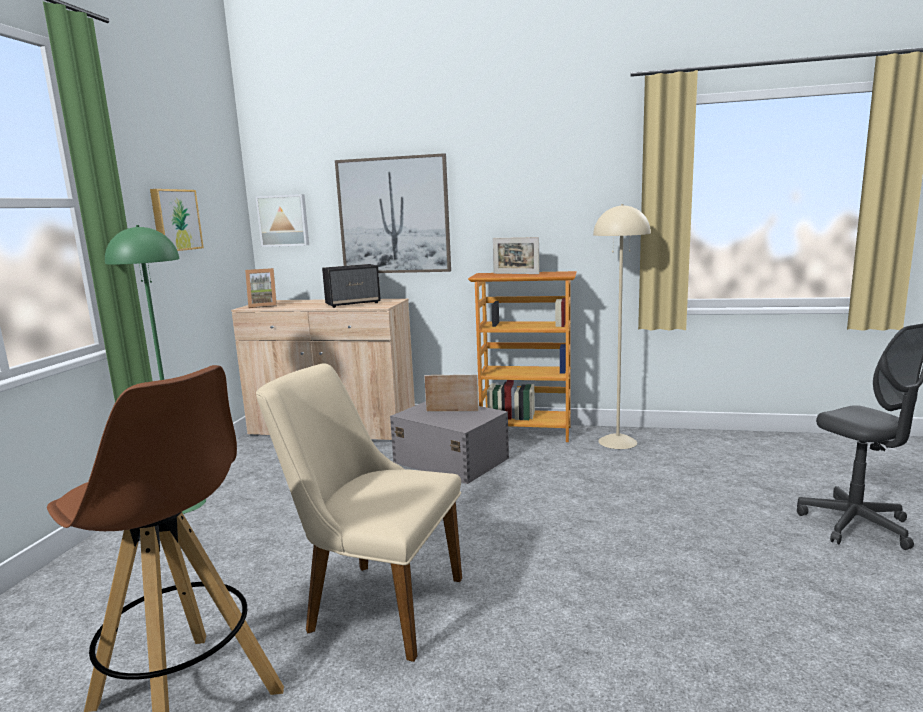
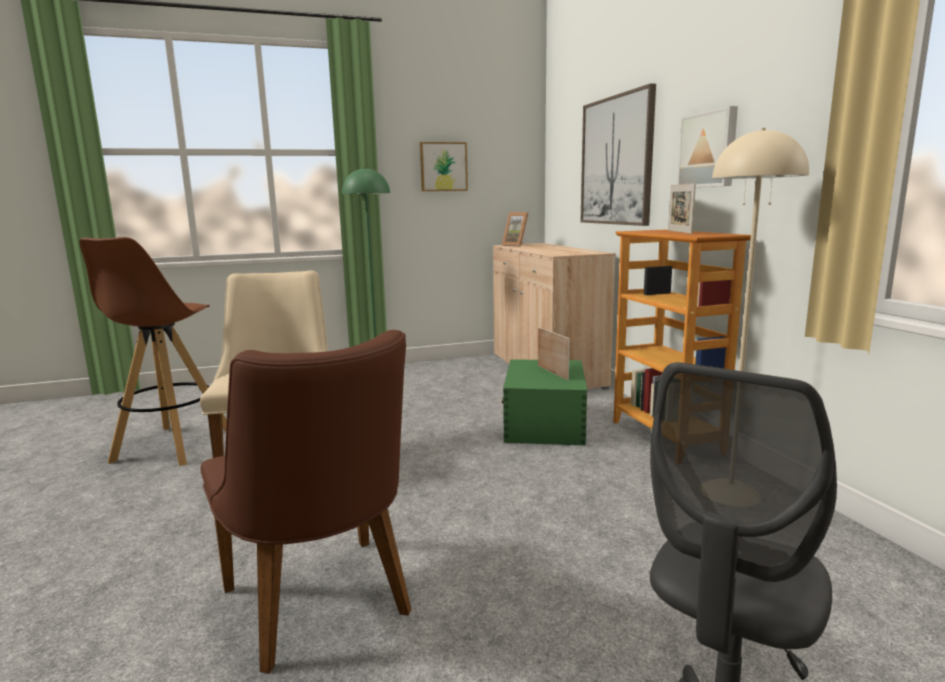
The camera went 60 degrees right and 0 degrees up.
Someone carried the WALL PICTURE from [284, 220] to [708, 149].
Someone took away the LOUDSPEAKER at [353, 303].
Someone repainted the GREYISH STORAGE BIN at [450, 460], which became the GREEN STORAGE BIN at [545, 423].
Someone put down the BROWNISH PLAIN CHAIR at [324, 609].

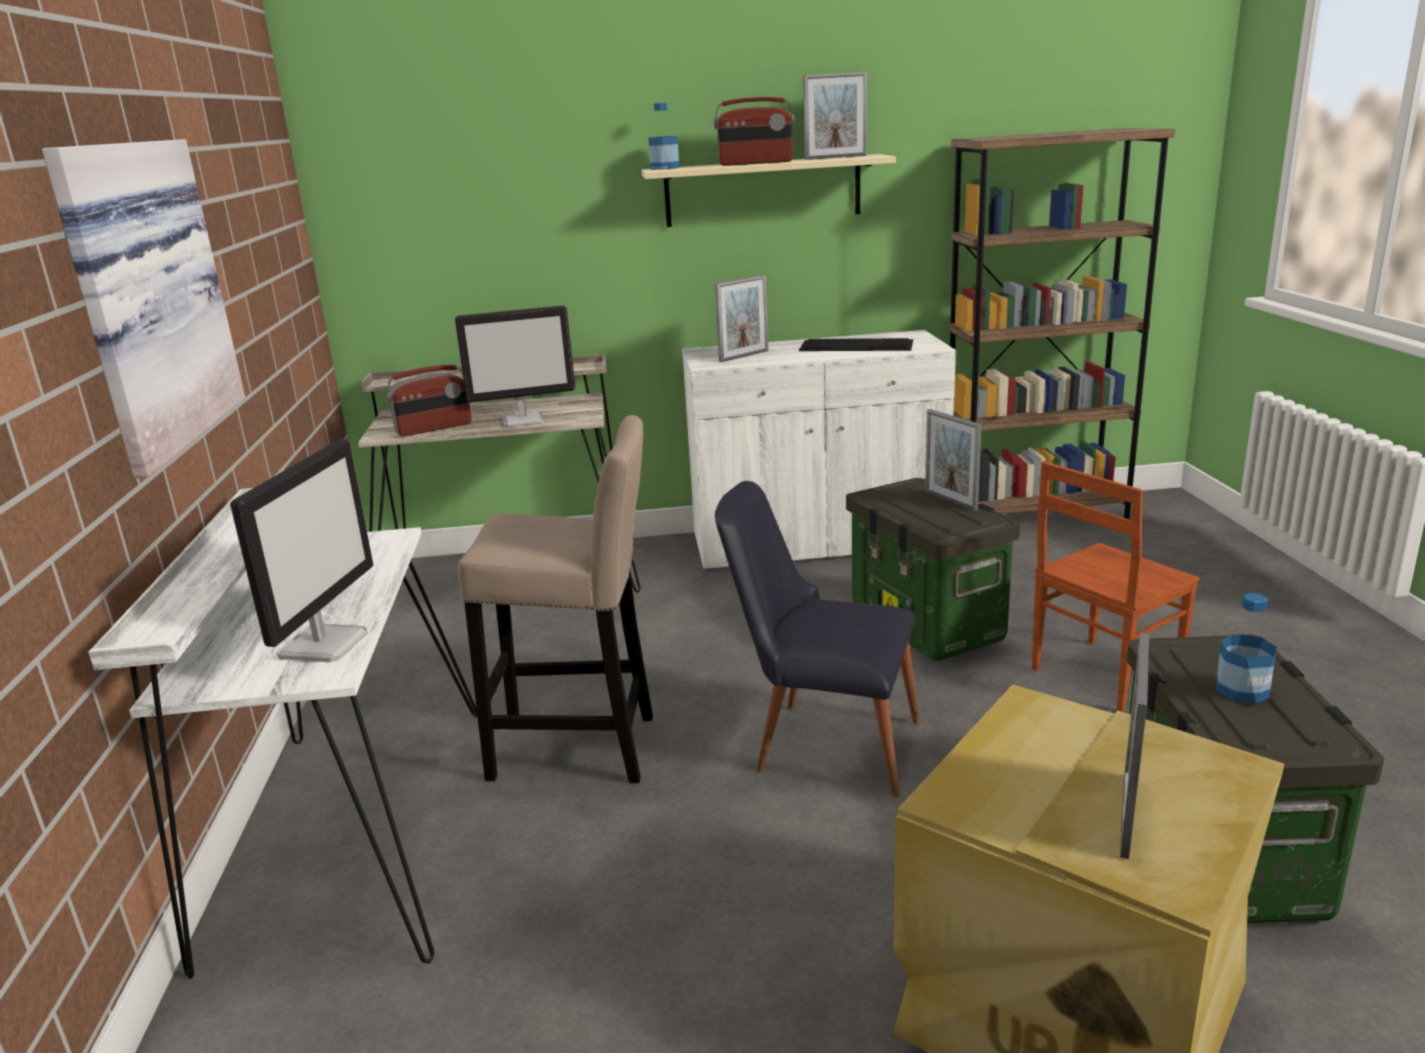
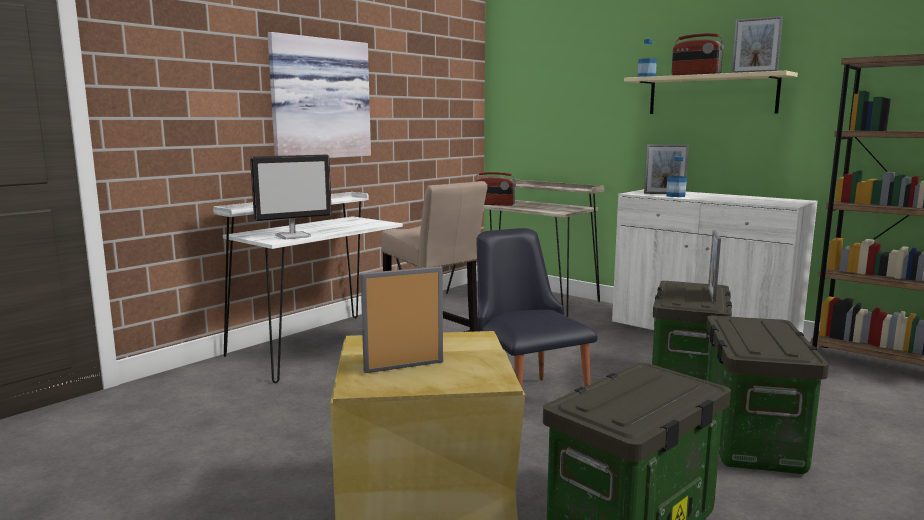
The camera went 45 degrees right and 10 degrees down.
Someone took away the MONITOR at [524, 420].
Someone took away the COMPUTER KEYBOARD at [857, 345].
Someone swapped the BROWNISH PLAIN CHAIR at [1101, 674] for the STORAGE BIN at [749, 441].
Someone carried the DRINK BOTTLE from [1242, 690] to [675, 196].

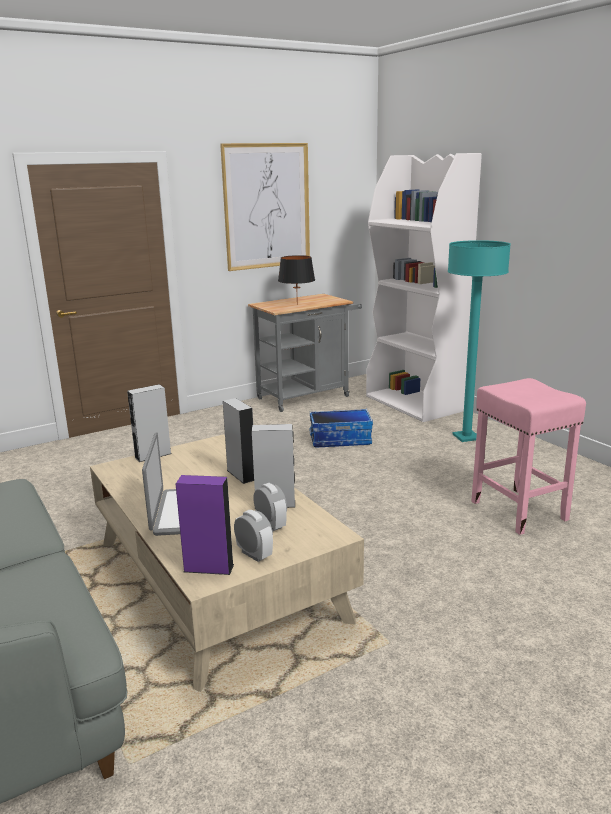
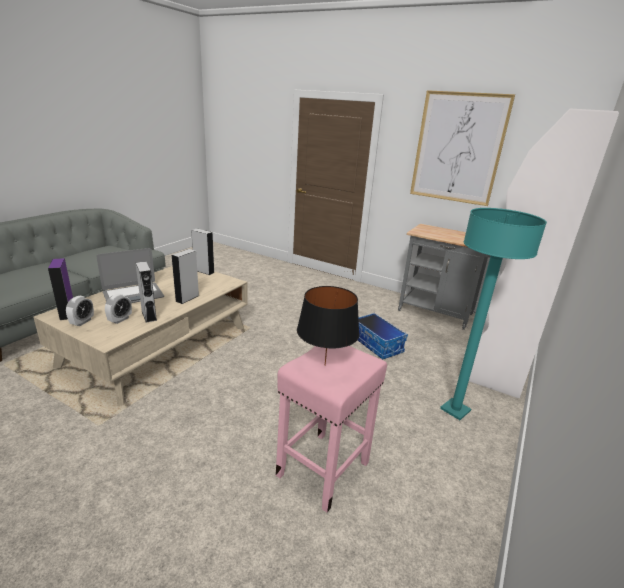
The camera went 60 degrees right and 5 degrees up.
Someone carried the BLACK-COLOURED LAMP FOR A TABLE from [297, 304] to [325, 365].

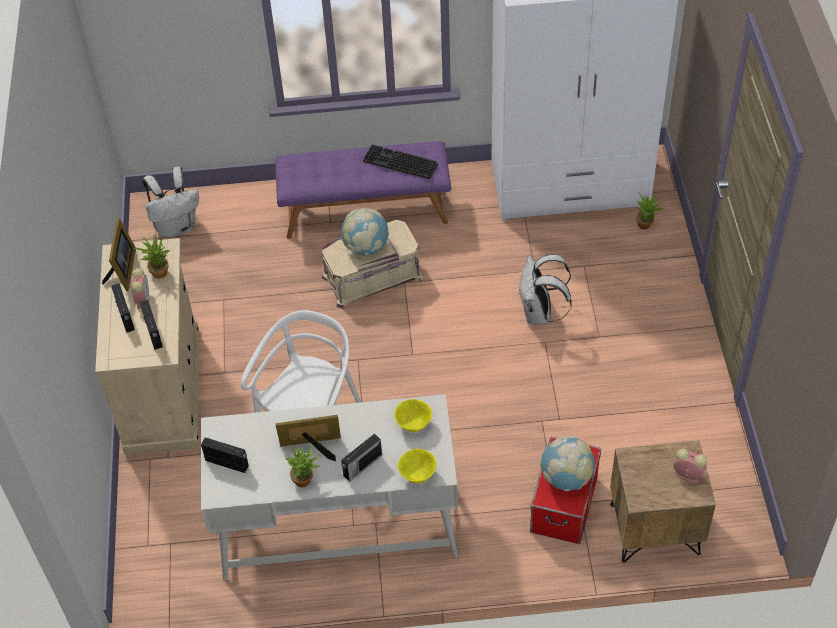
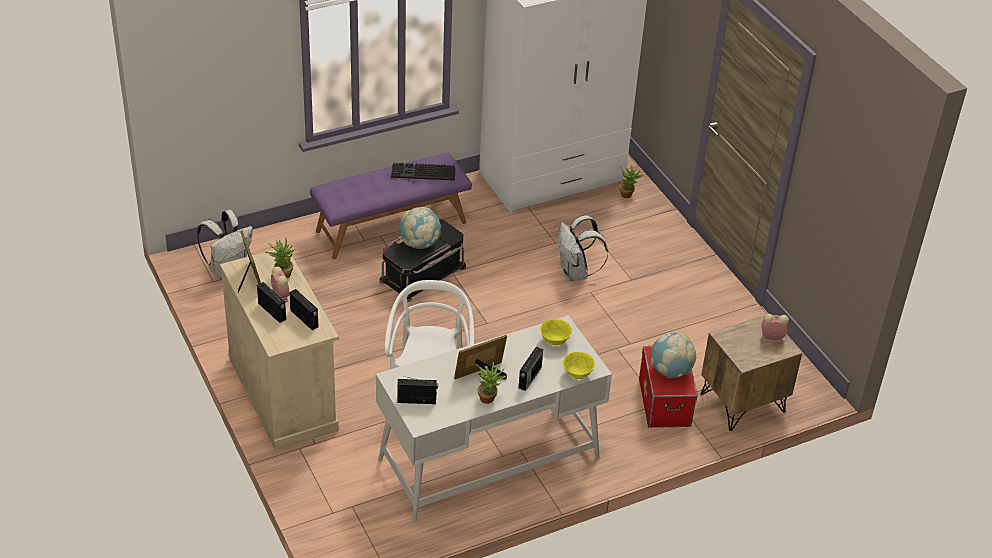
The camera went 25 degrees left and 10 degrees down.
Someone repainted the BEIGE-COLOURED STORAGE BIN at [372, 277], which became the BLACK-COLOURED STORAGE BIN at [423, 274].

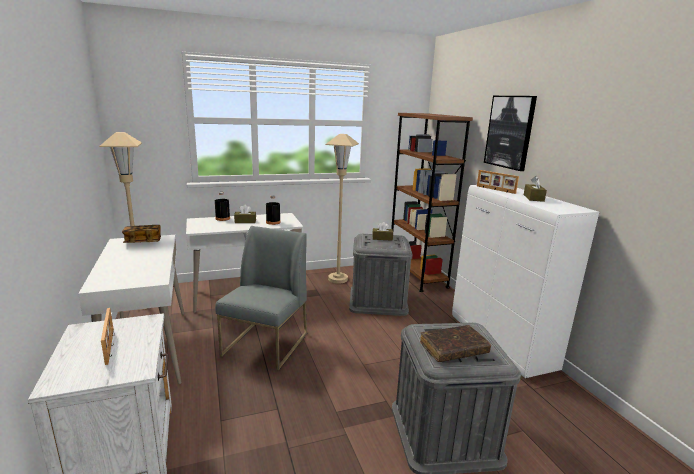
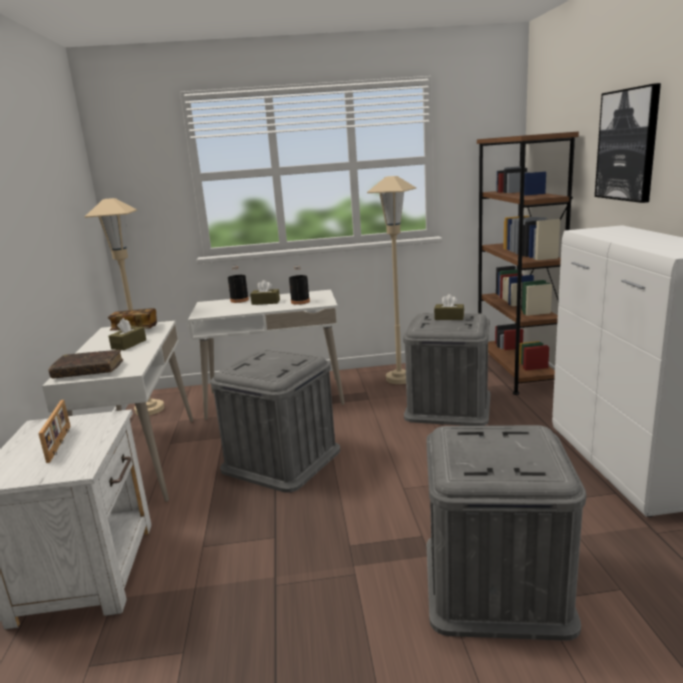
The camera went 15 degrees right and 0 degrees up.
Someone took away the PICTURE FRAME at [495, 189].
Someone carried the BROWNISH TISSUE HOLDER from [533, 198] to [129, 344].
Someone swapped the GREYISH PLAIN CHAIR at [266, 345] for the GREYISH STORAGE BIN at [281, 459].
Someone carried the BROWNISH BOUND BOOK from [453, 349] to [88, 371].

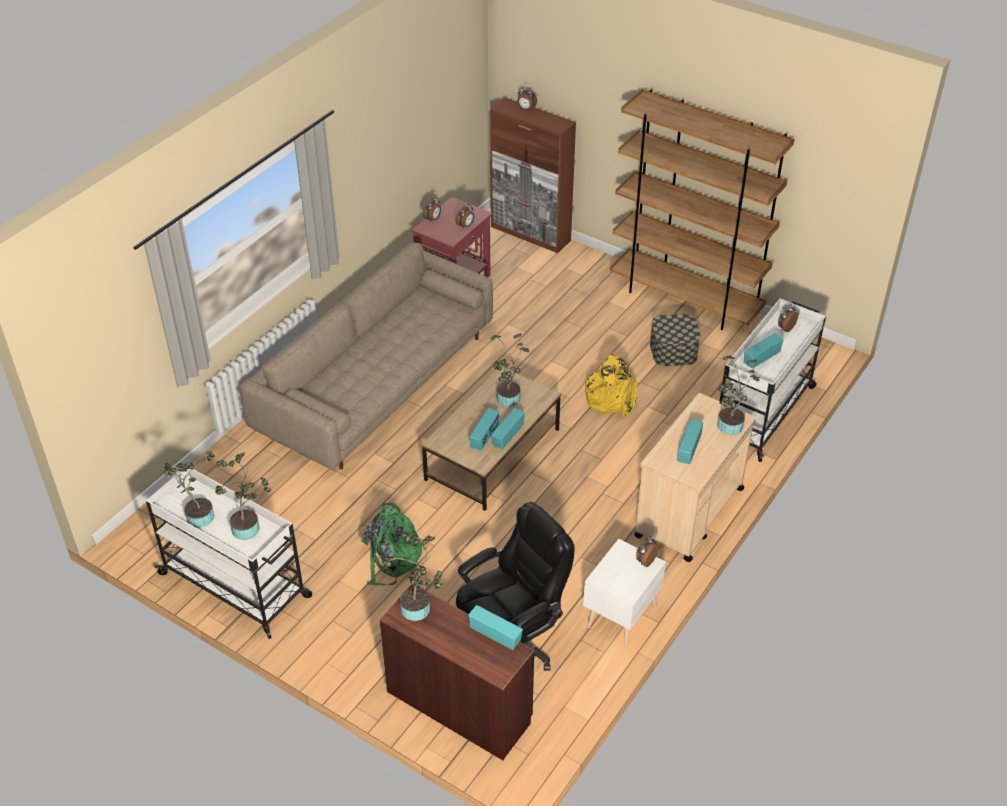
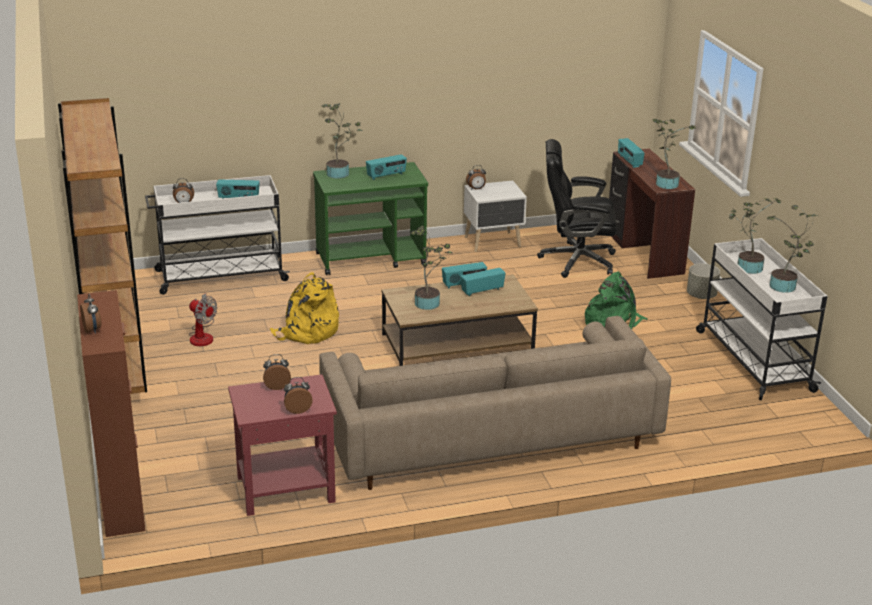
The camera went 140 degrees left and 15 degrees down.
Someone swapped the STORAGE BIN at [673, 351] for the COOLING FAN at [202, 335].
Someone repainted the BEIGE-COLOURED WHEELED CART at [688, 513], which became the GREEN WHEELED CART at [371, 259].
Someone put down the GREYISH FLOWER POT at [701, 296].

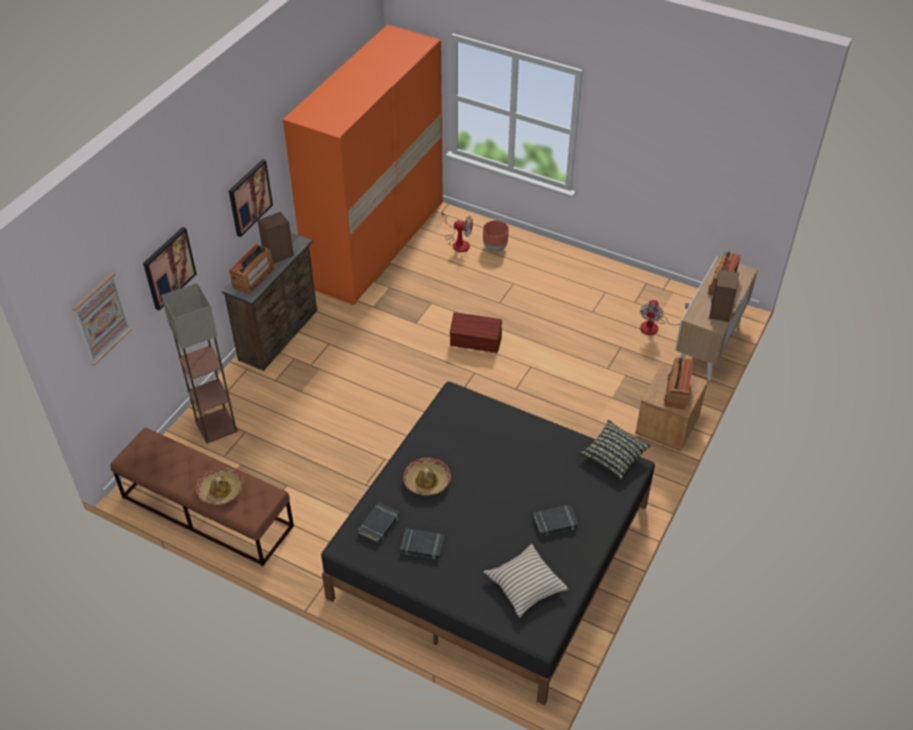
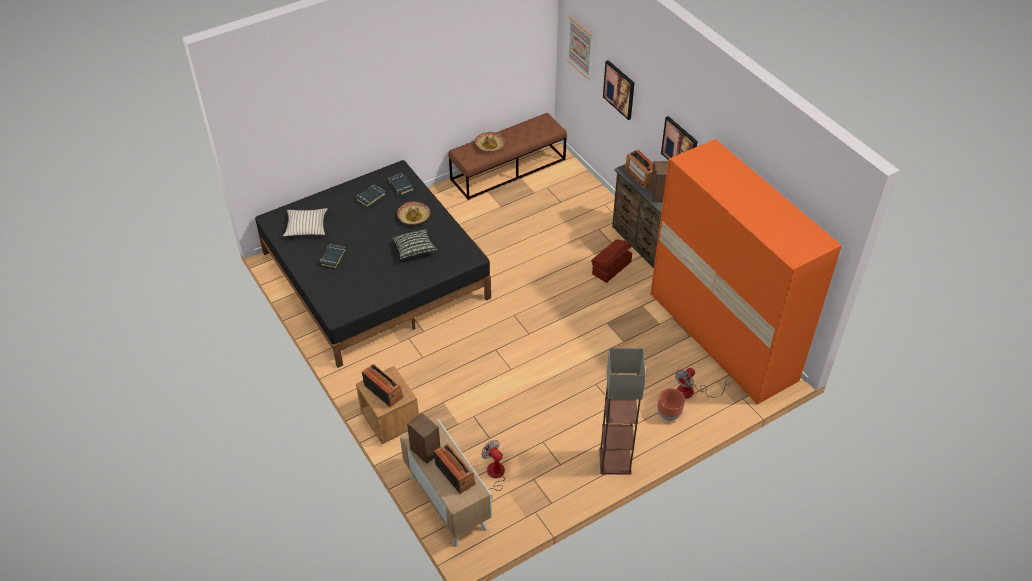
The camera went 120 degrees right and 0 degrees up.
Someone carried the STANDING LAMP from [217, 426] to [614, 462].
Someone carried the BROWNISH STORAGE BIN from [476, 342] to [611, 267].
Someone carried the PILLOW from [614, 456] to [414, 250].

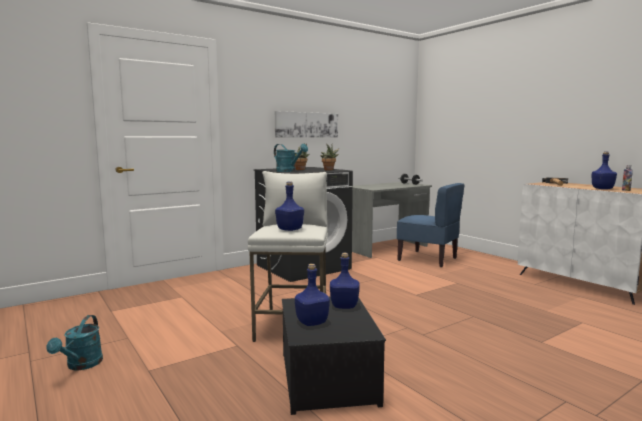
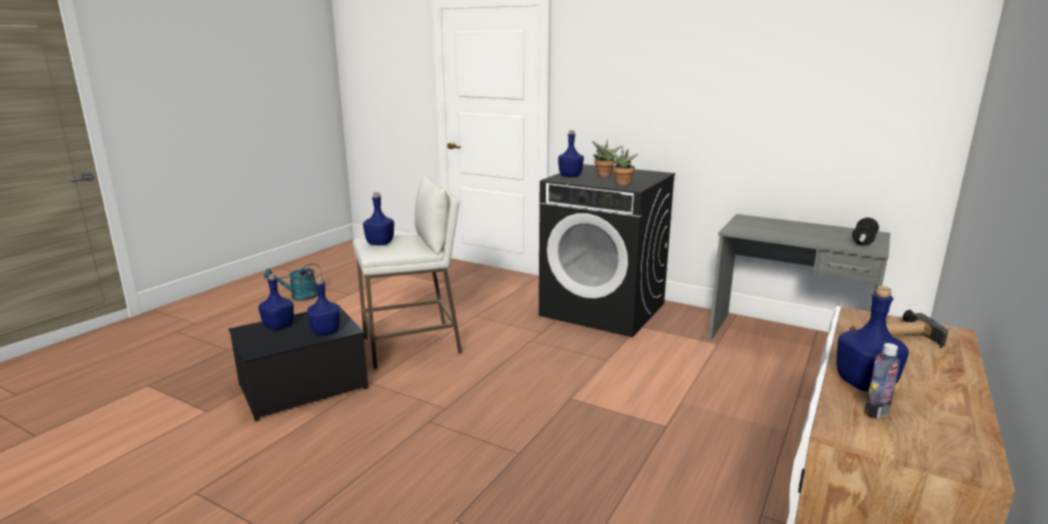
The camera went 65 degrees right and 10 degrees up.
Someone took away the WALL PICTURE at [306, 125].
Someone swapped the BLUE-GREEN WATERING CAN at [289, 171] for the BLUE DRINK BOTTLE at [571, 176].
Someone took away the BLUE PLAIN CHAIR at [428, 259].

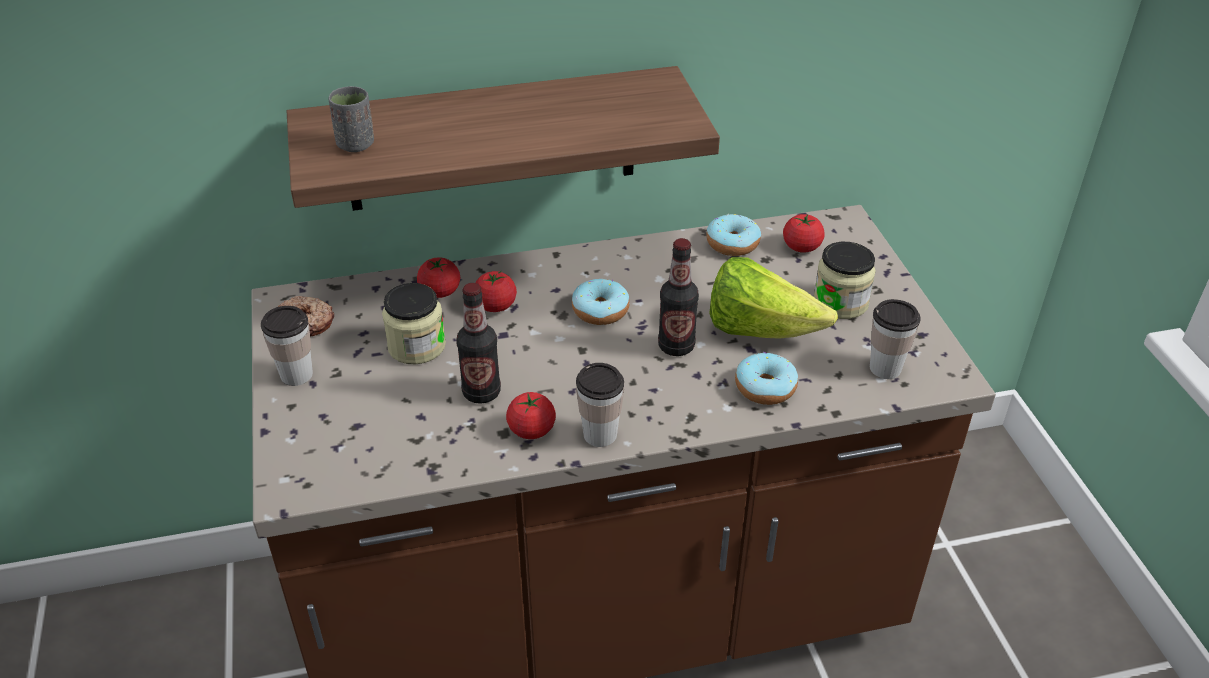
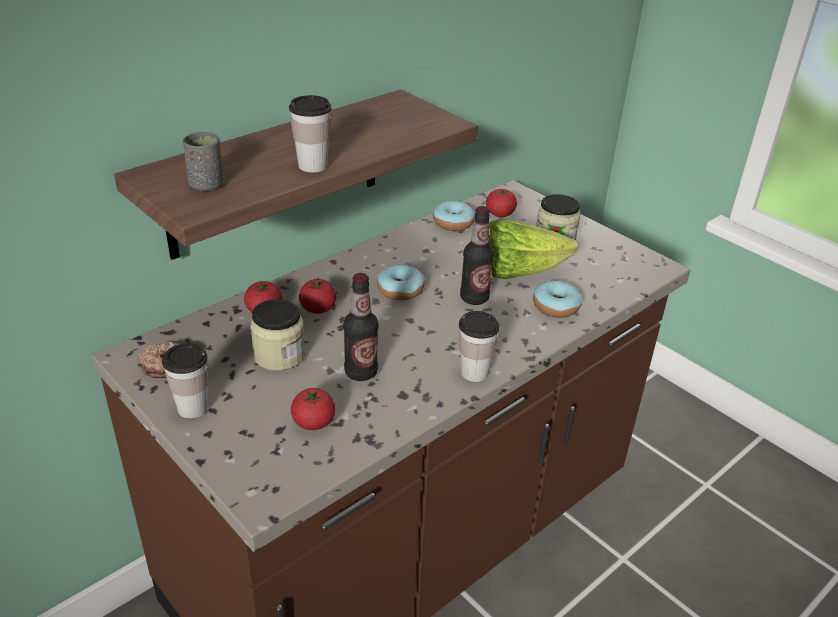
The camera went 30 degrees left and 5 degrees down.
Someone carried the CUP from [885, 368] to [312, 166].
Someone carried the WHOLE TOMATO from [531, 430] to [313, 422].

